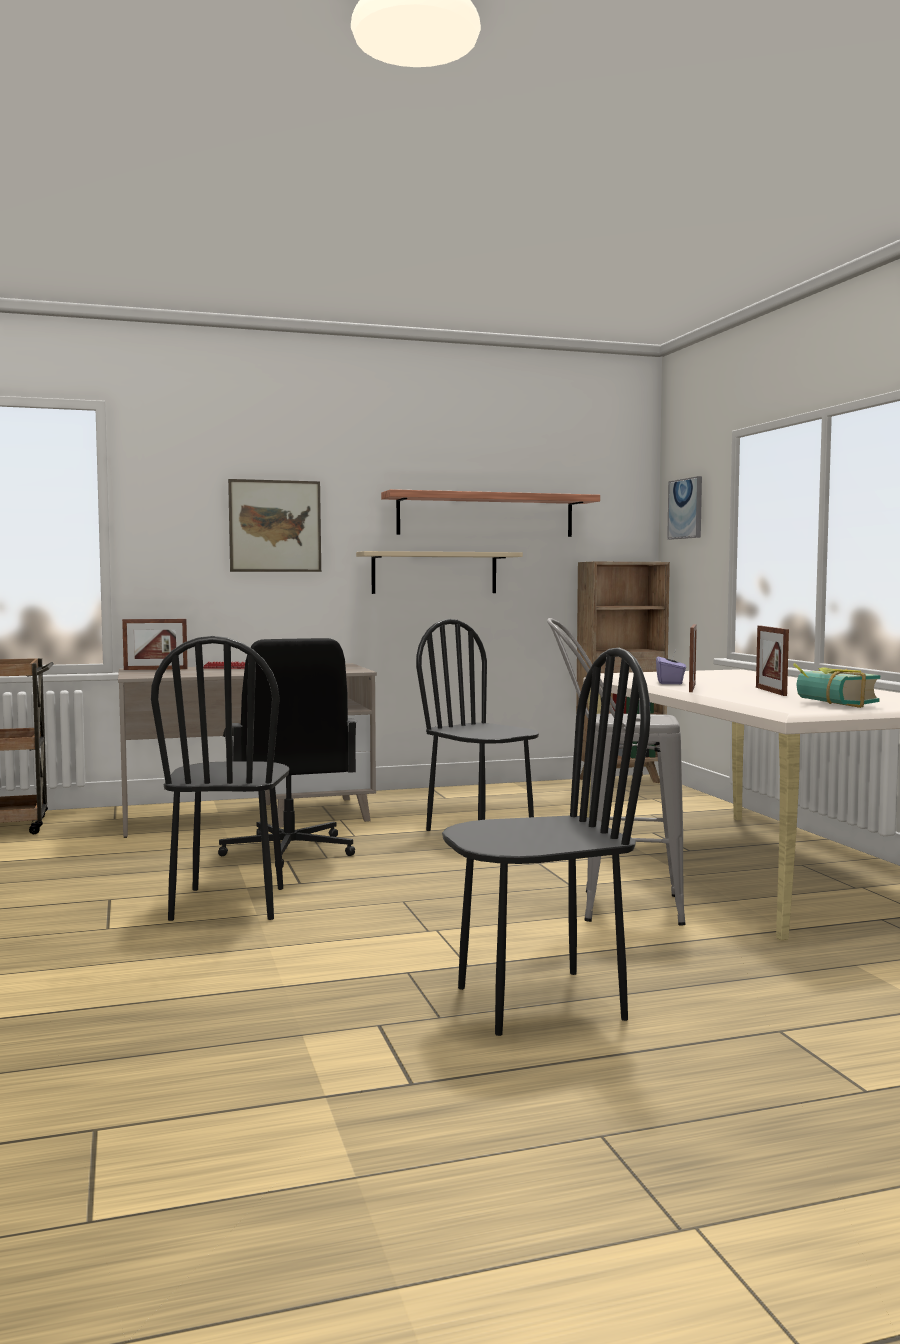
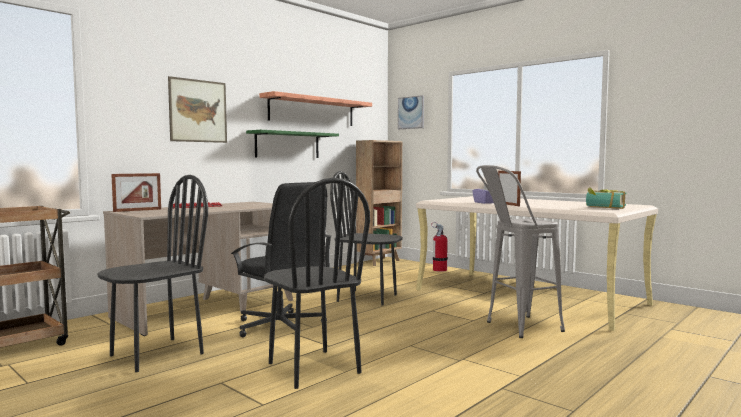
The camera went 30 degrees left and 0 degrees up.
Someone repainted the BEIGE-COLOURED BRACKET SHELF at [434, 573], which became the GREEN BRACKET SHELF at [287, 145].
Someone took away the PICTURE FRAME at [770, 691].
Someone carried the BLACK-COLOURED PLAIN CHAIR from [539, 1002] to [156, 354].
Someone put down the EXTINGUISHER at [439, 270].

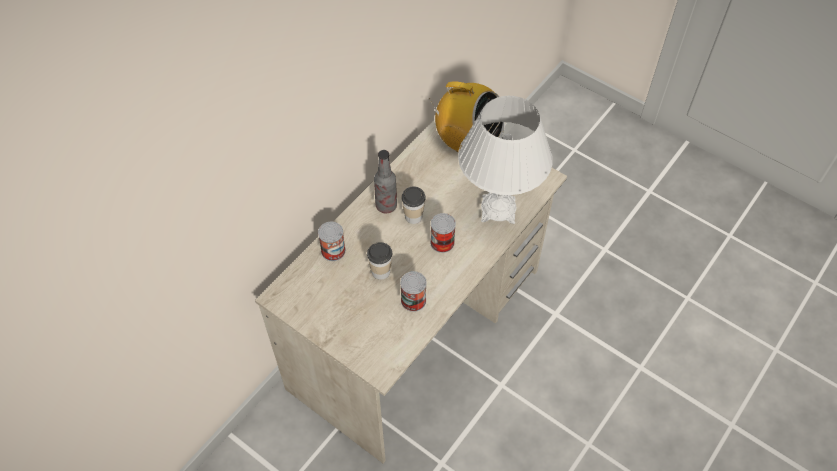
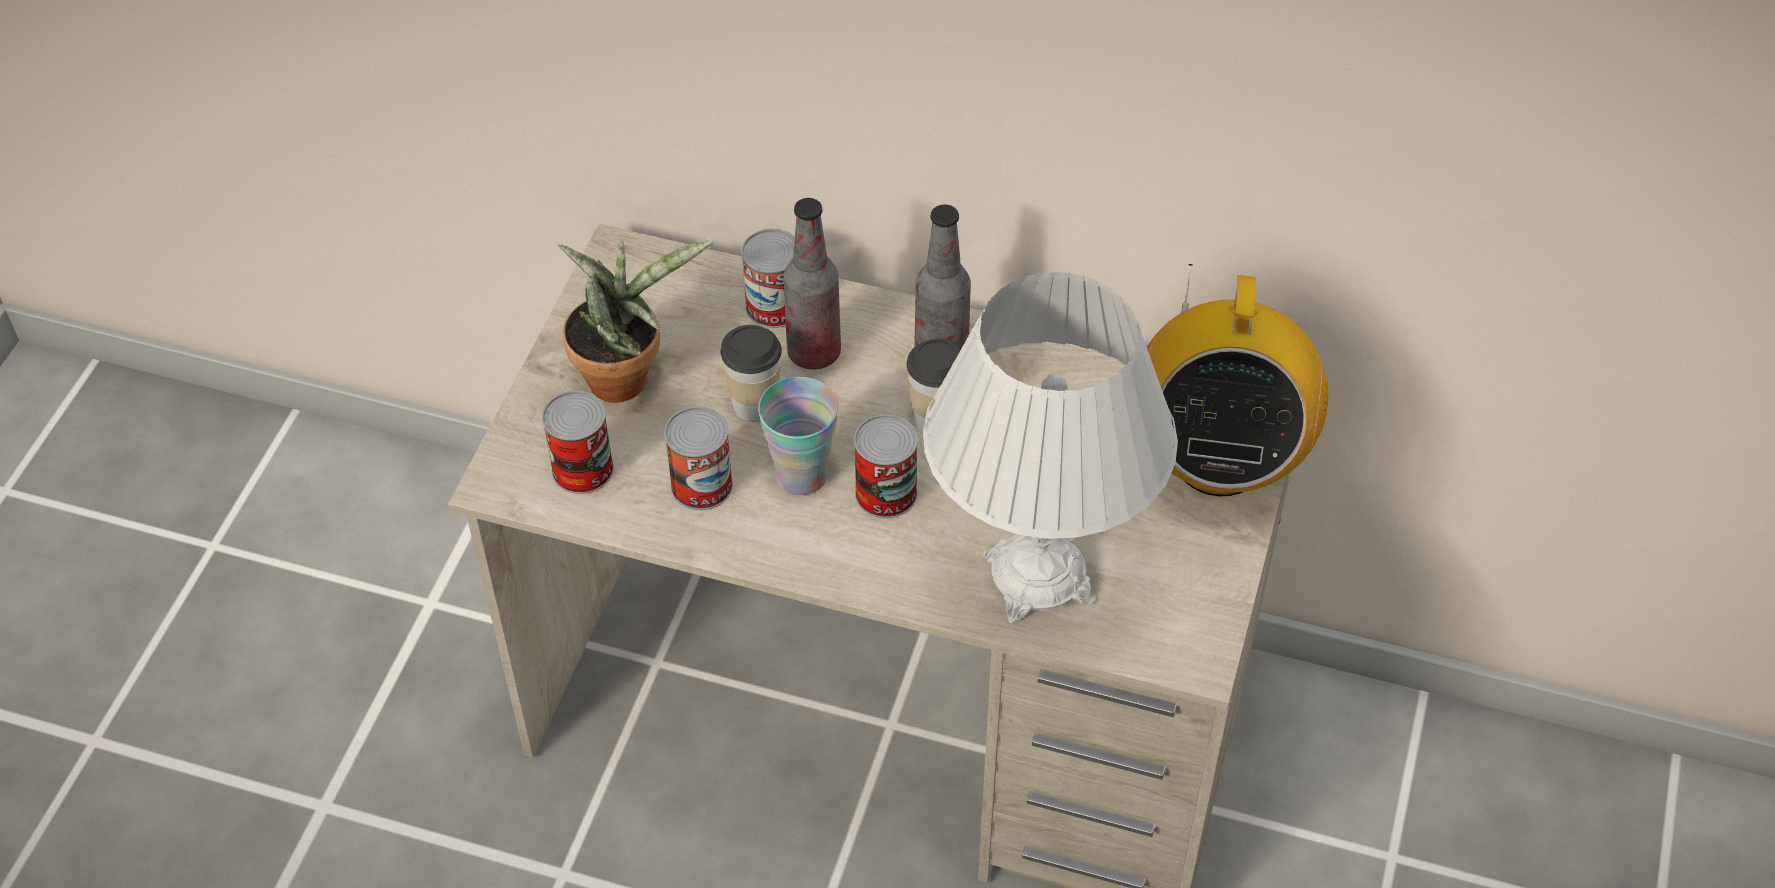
The camera went 70 degrees right and 5 degrees down.
Someone put down the DRINK BOTTLE at [814, 353].
Someone put down the POTTED PLANT at [625, 375].
Someone put down the CUP at [801, 475].
Someone put down the CAN at [582, 469].

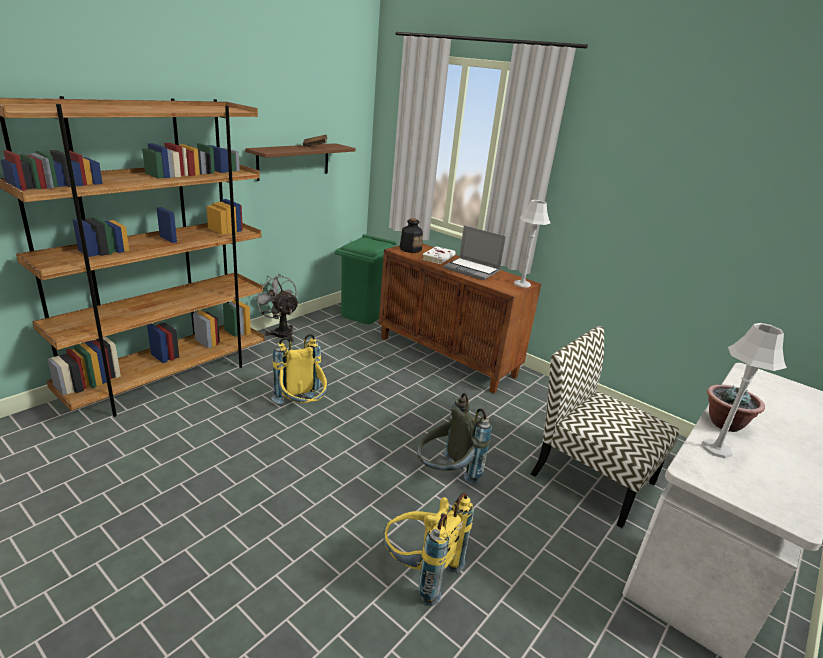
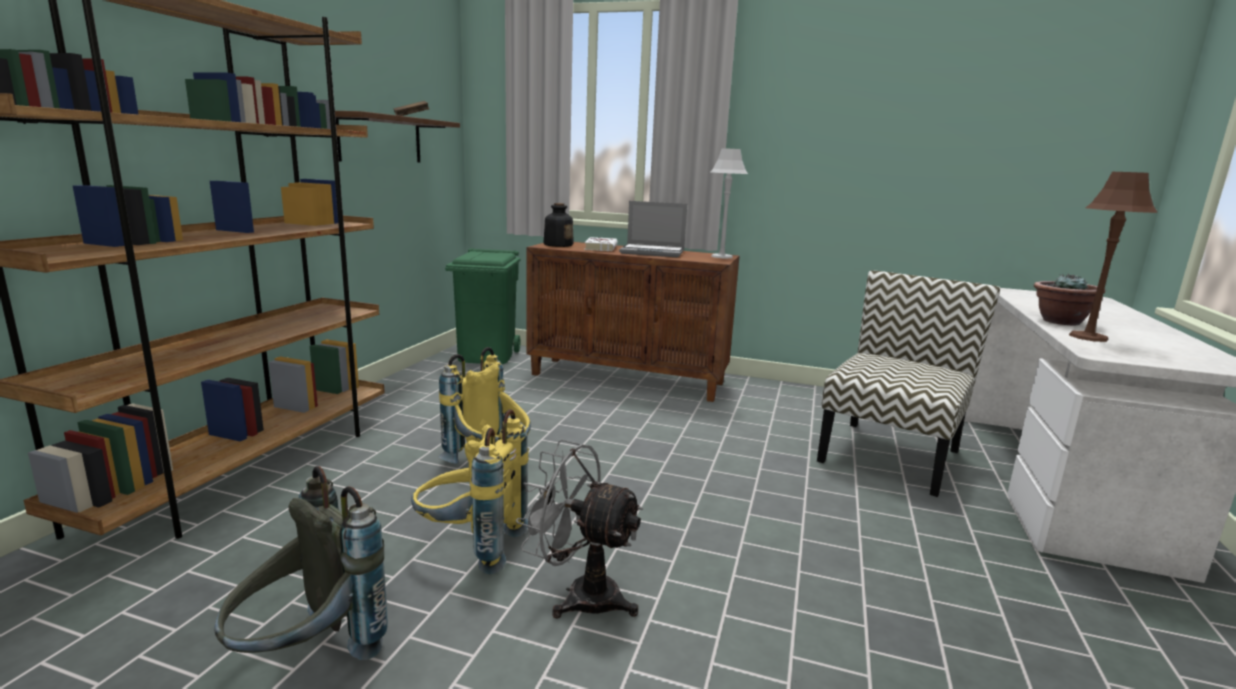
The camera went 20 degrees left and 10 degrees down.
Someone carried the GREYISH COOLING FAN from [280, 332] to [580, 595].
Someone repainted the GREYISH LAMP FOR A TABLE at [717, 449], which became the BROWNISH LAMP FOR A TABLE at [1088, 337].
Someone rotated the PLAIN CHAIR at [590, 477] by 105 degrees clockwise.
Someone carried the GREYISH RUCKSACK from [446, 475] to [308, 657].
Someone carried the YELLOW-COLOURED RUCKSACK from [419, 571] to [470, 547].

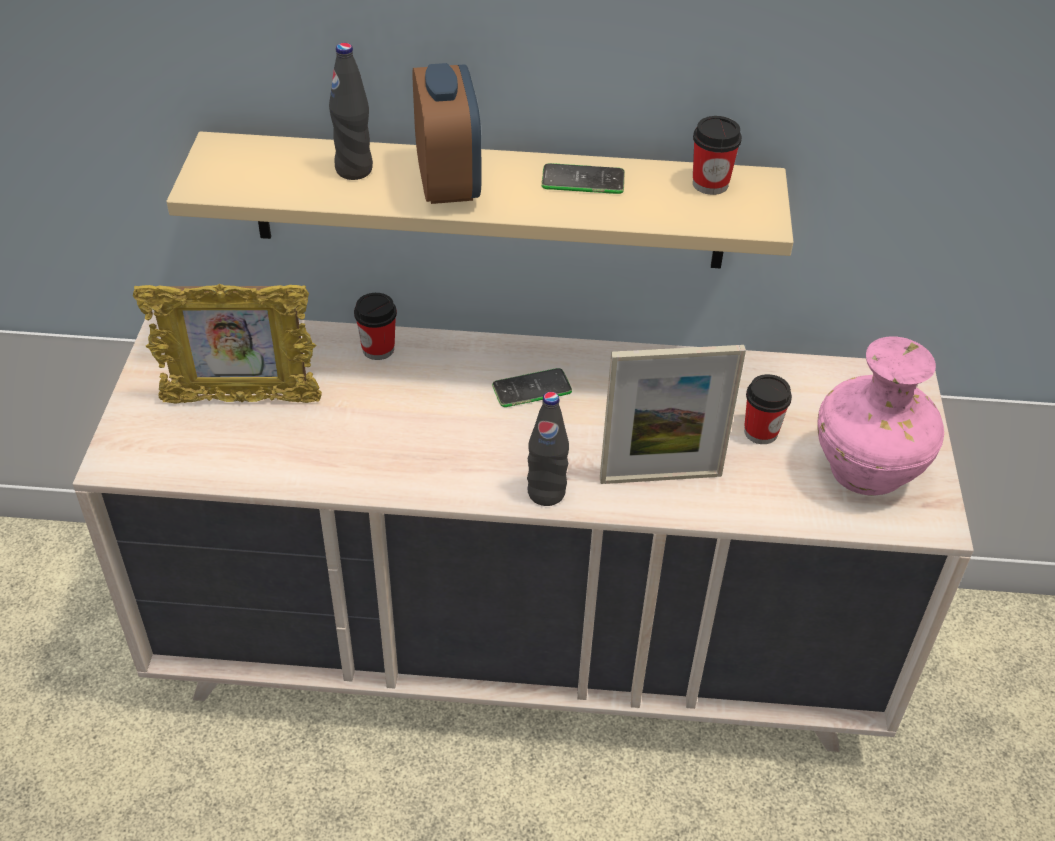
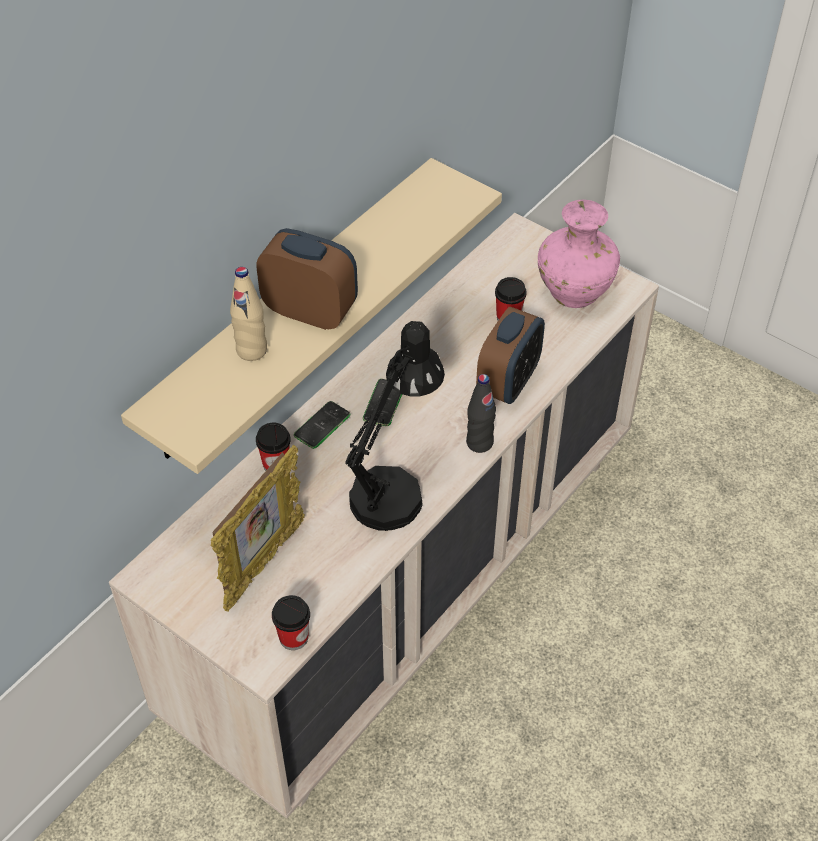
The camera went 55 degrees left and 5 degrees up.
Someone repainted the BLACK-COLOURED DRINK BOTTLE at [354, 170], which became the BEIGE-COLOURED DRINK BOTTLE at [251, 350].
Someone carried the CUP from [710, 184] to [293, 637].
Someone carried the PHONE from [583, 180] to [322, 425].
Someone swapped the PICTURE FRAME at [660, 477] for the TABLE CLOCK at [508, 382].
Someone put down the BLACK-COLOURED LAMP FOR A TABLE at [394, 489].

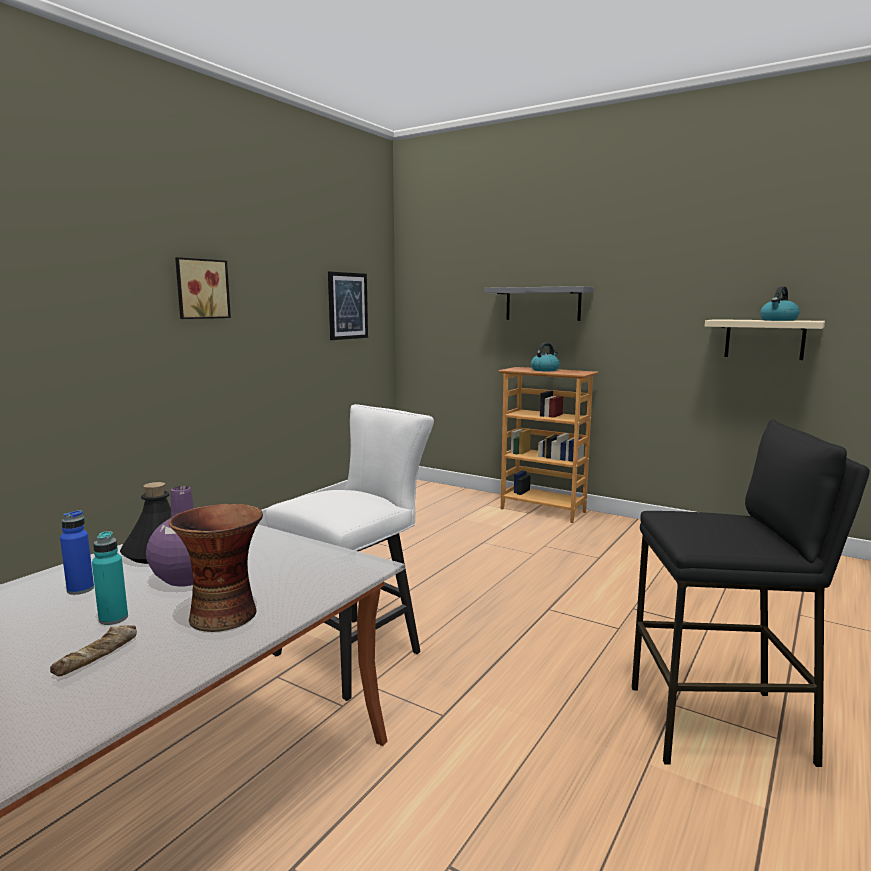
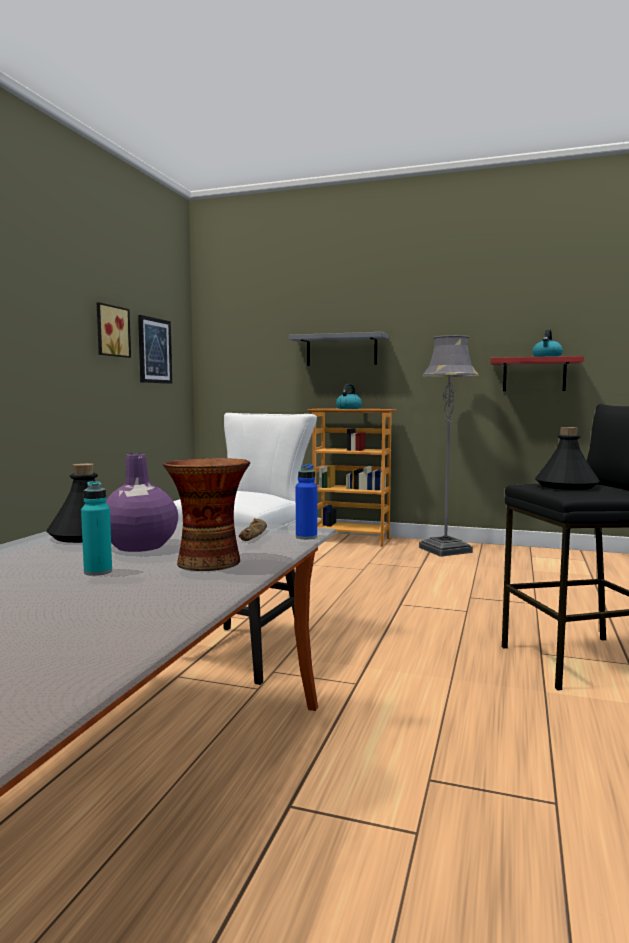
The camera went 15 degrees left and 5 degrees down.
Someone carried the WALL PICTURE from [201, 289] to [111, 331].
Someone repainted the BEIGE-COLOURED BRACKET SHELF at [764, 339], which became the REDDISH BRACKET SHELF at [534, 375].
Someone carried the BLUE DRINK BOTTLE from [80, 589] to [306, 537].
Someone carried the BREAD from [98, 655] to [254, 535].
Someone put down the GREYISH STANDING LAMP at [445, 550].
Someone put down the BLACK-COLOURED DRINK BOTTLE at [567, 486].

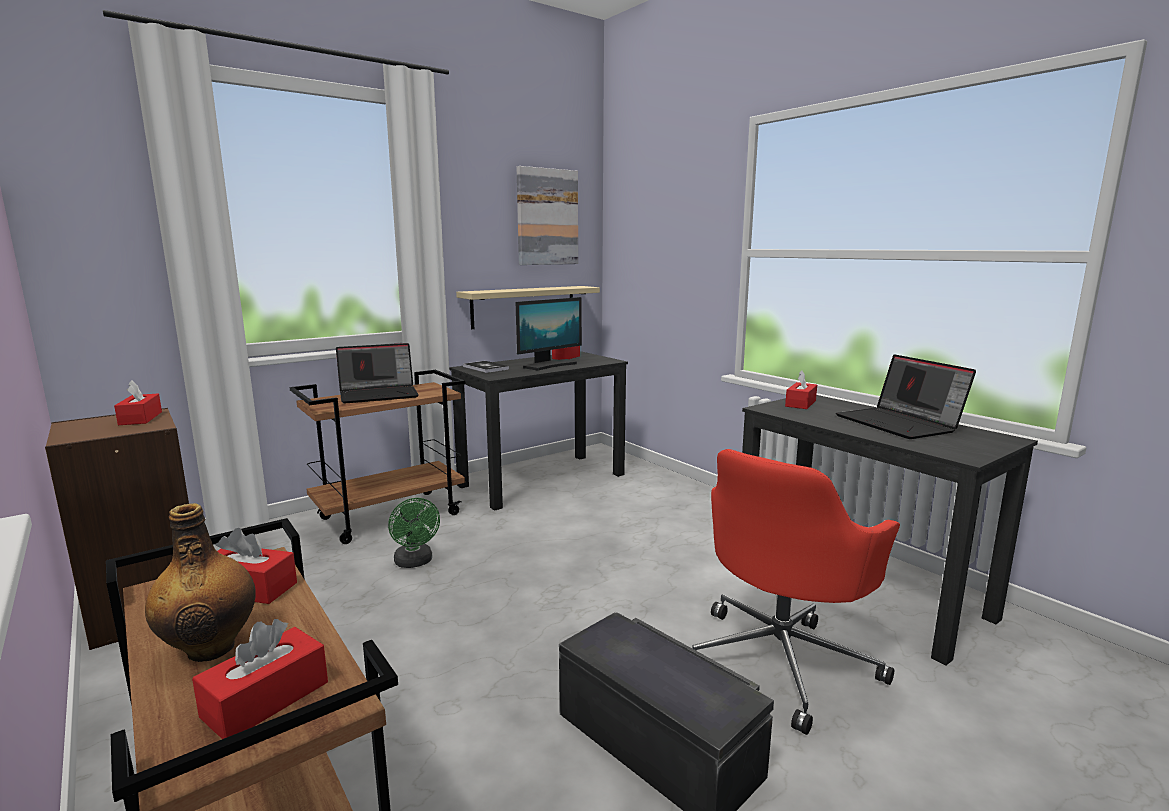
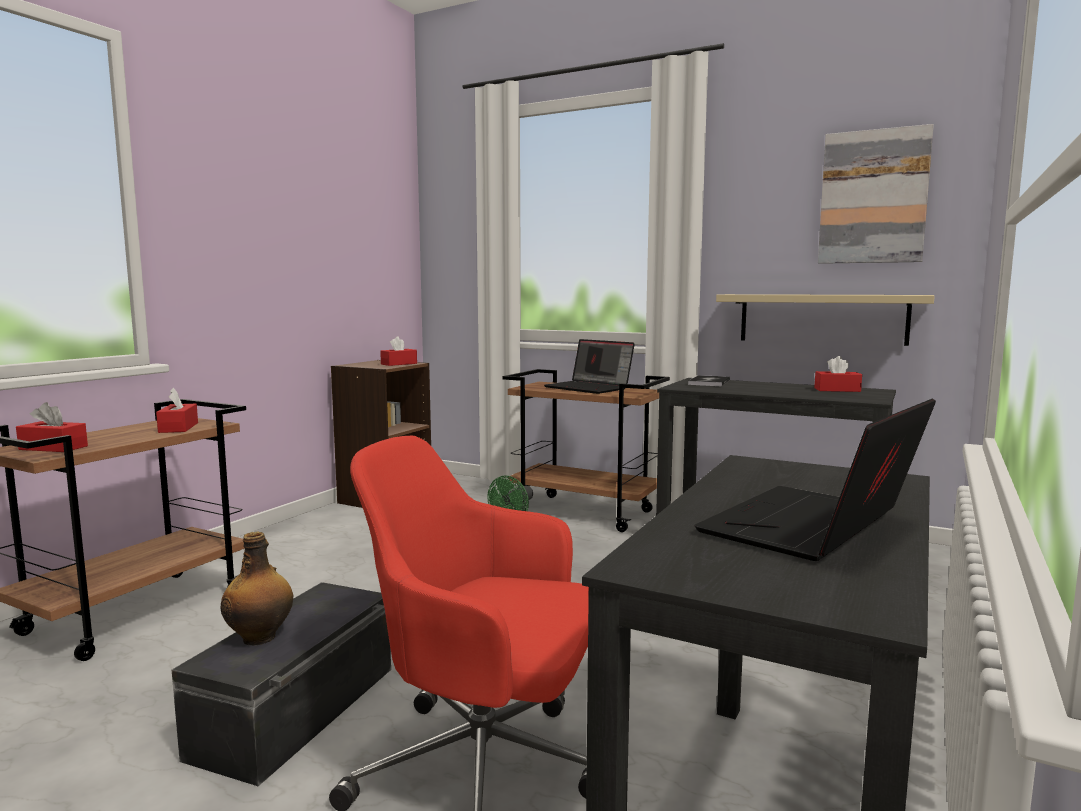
The camera went 65 degrees right and 5 degrees down.
Someone took away the MONITOR at [549, 365].
Someone took away the REDDISH TISSUE HOLDER at [800, 403].
Someone carried the DRINK BOTTLE from [211, 647] to [260, 637].

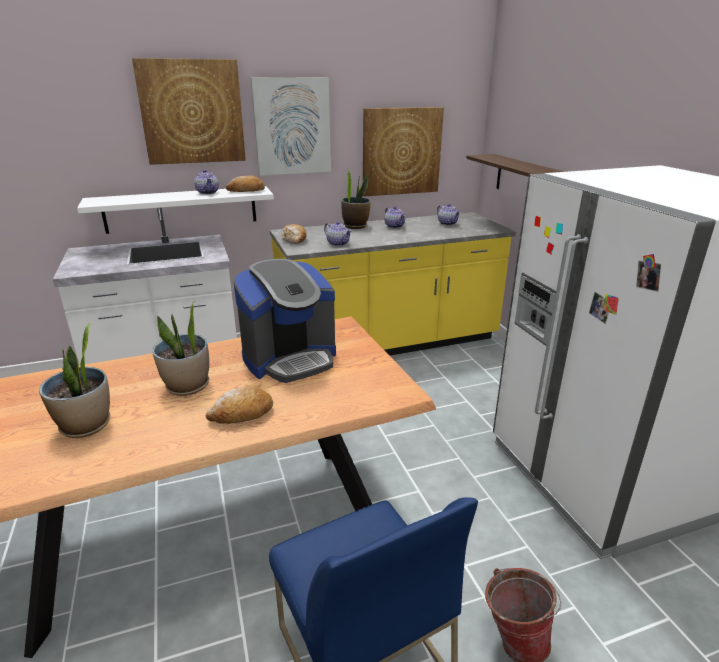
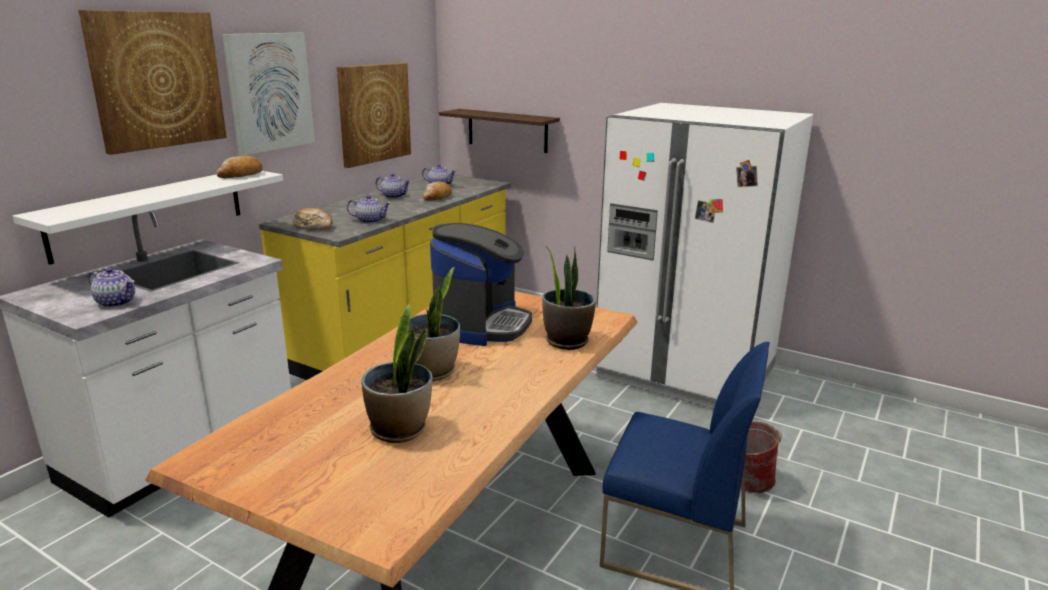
The camera went 40 degrees left and 5 degrees down.
Someone carried the POTTED PLANT from [355, 226] to [566, 341].
Someone carried the POT FOR TEA from [208, 192] to [117, 302].
Someone carried the BREAD from [242, 414] to [436, 198].

